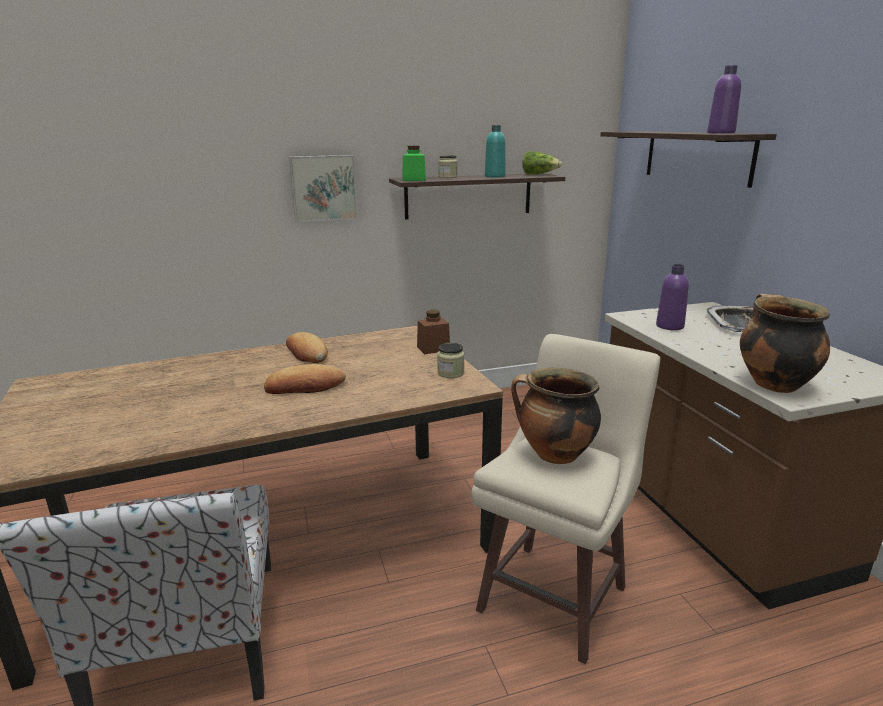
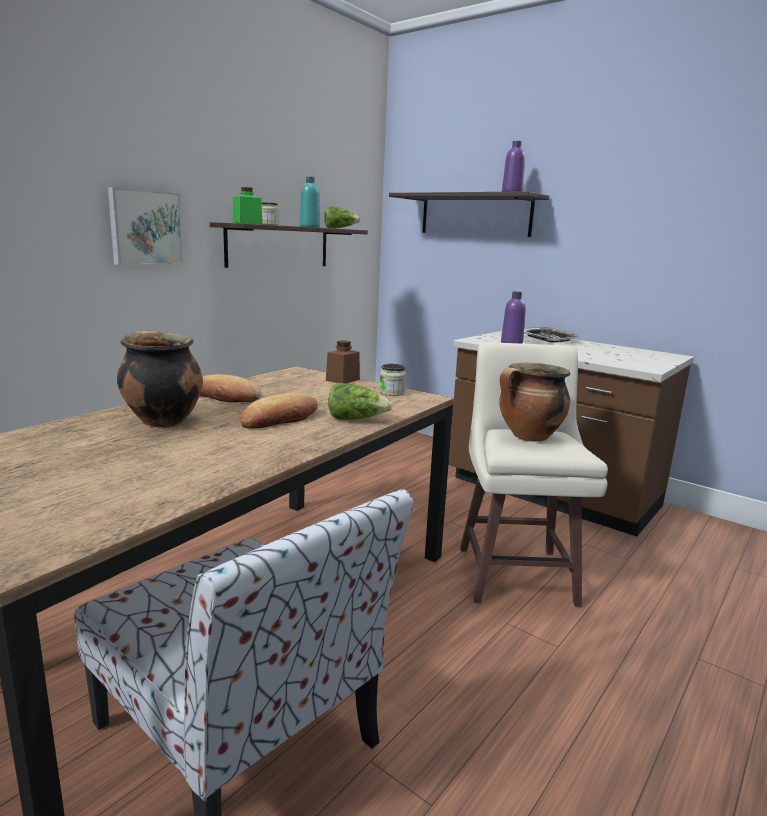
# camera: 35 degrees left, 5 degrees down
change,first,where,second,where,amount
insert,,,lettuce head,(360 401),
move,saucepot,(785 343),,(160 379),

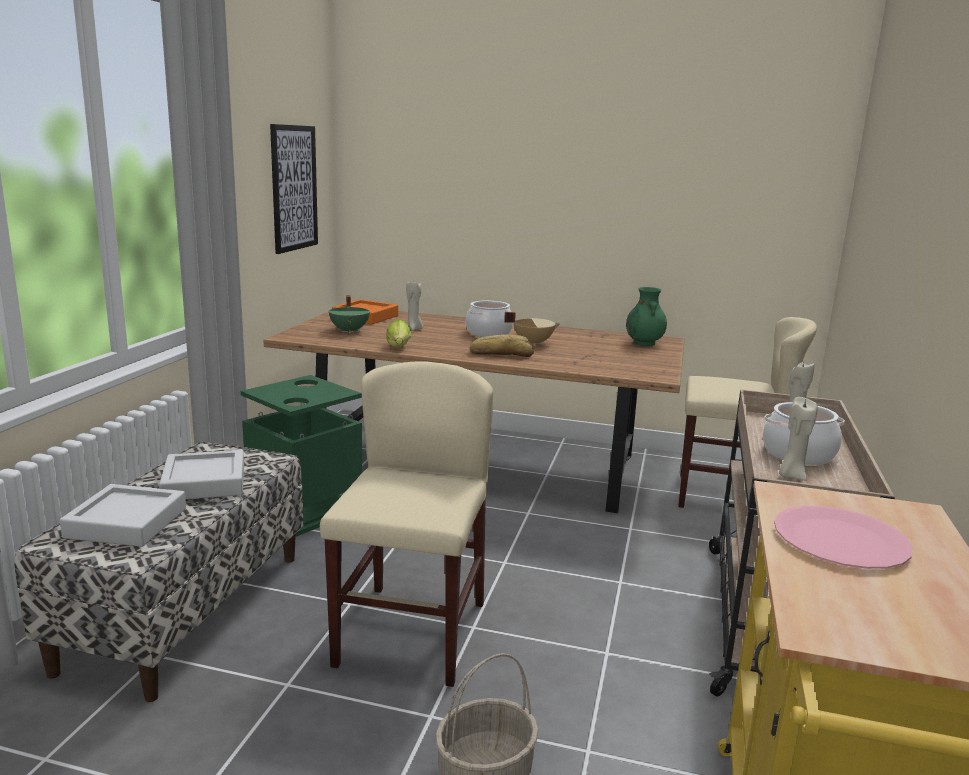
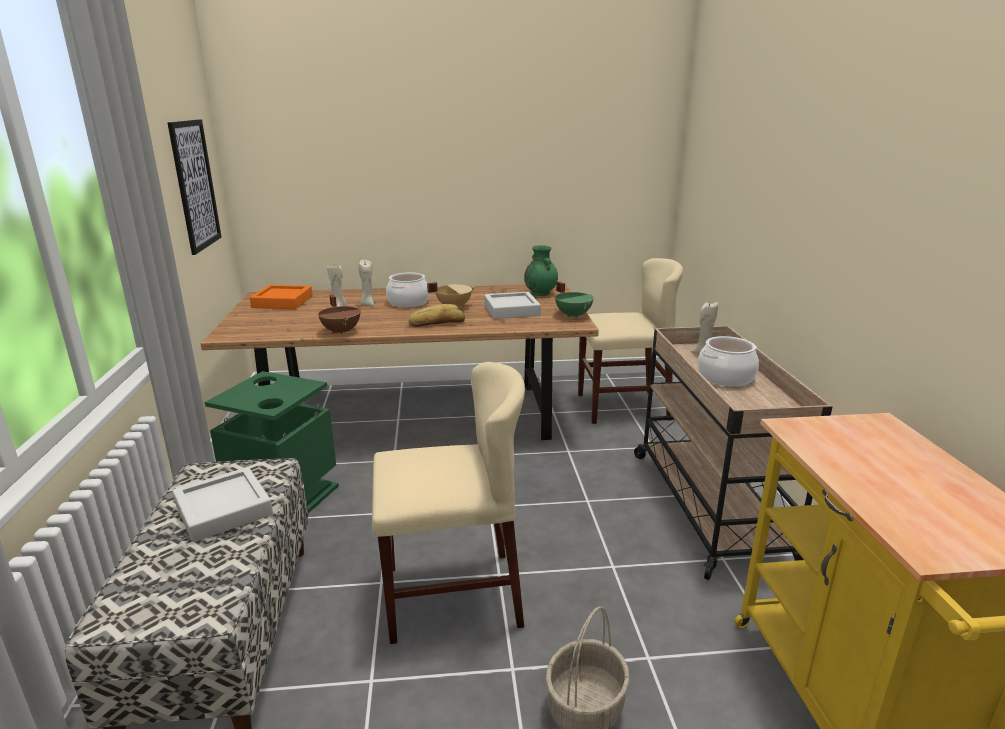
# camera: 20 degrees left, 5 degrees up
change,first,where,second,where,amount
delete,plate (pink),(843 537),,,
move,carrying tray (greyish),(123 515),,(512 305),
move,saucepot (green-coloured),(349 314),,(574 299),
move,wax light (beige-coloured),(798 439),,(367 283),
replace,lettuce head,(399 334),saucepot (brownish),(339 314),
rotate,chair (beige-coloured),(406 524),,(448 503),90 degrees clockwise

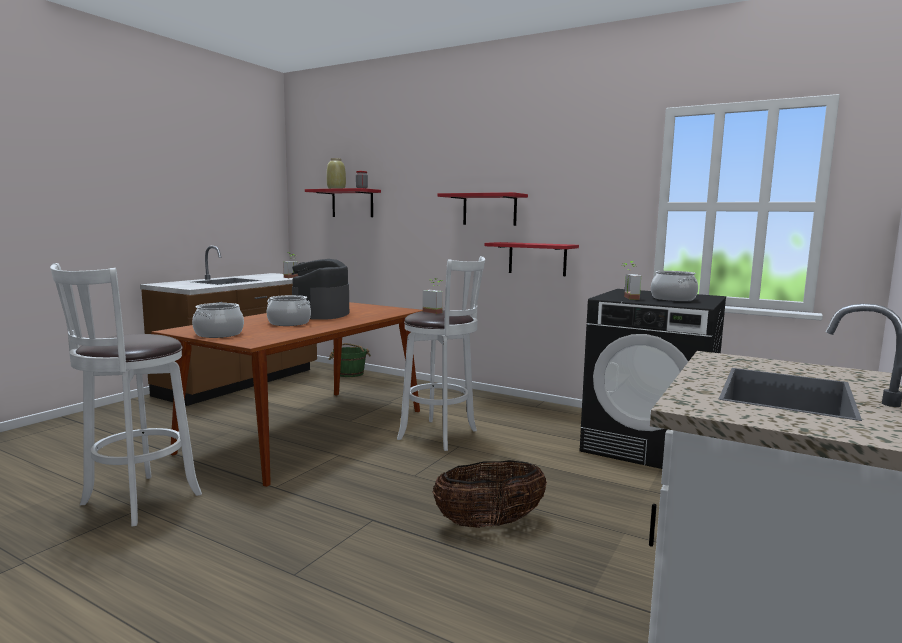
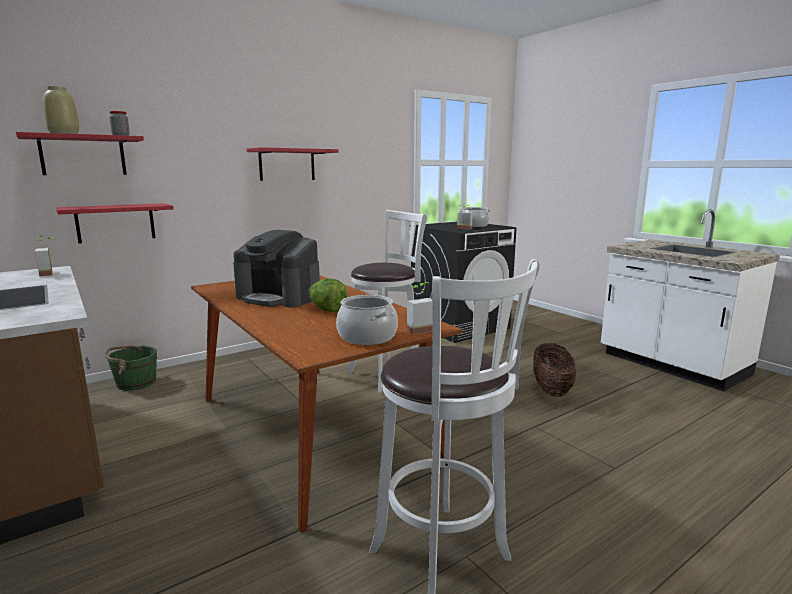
# camera: 65 degrees left, 5 degrees up
change,first,where,second,where,amount
move,plant in a pot,(433 296),,(420 308),
move,bracket shelf (red),(531 259),,(115 223),
replace,saucepot,(289 310),lettuce head,(328 295),

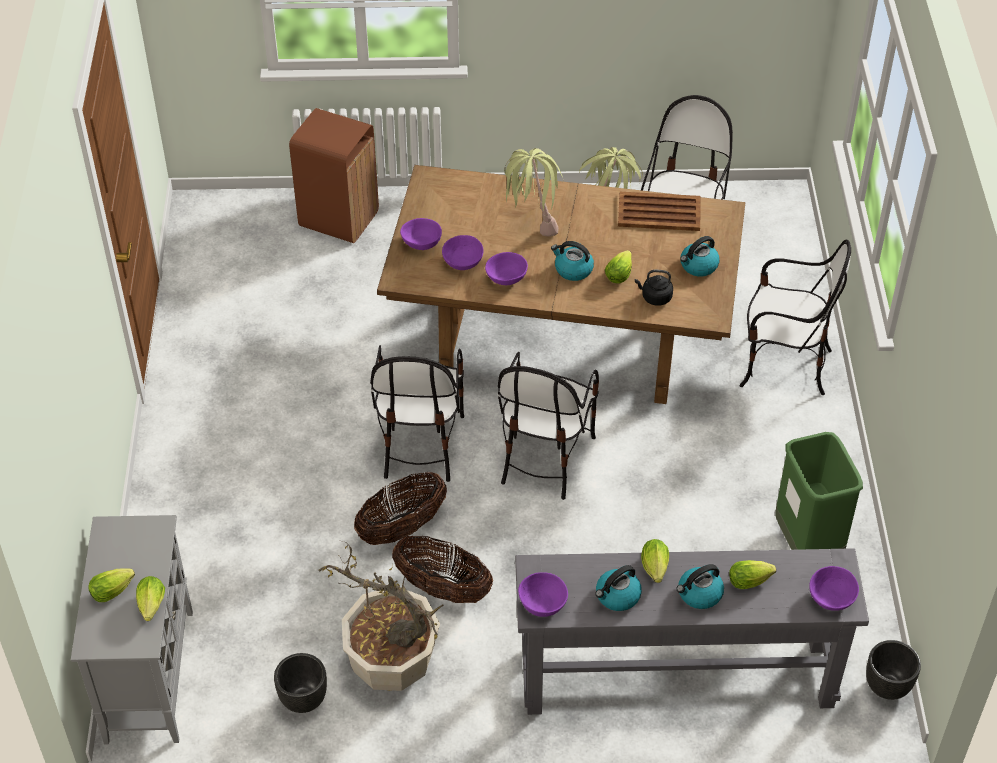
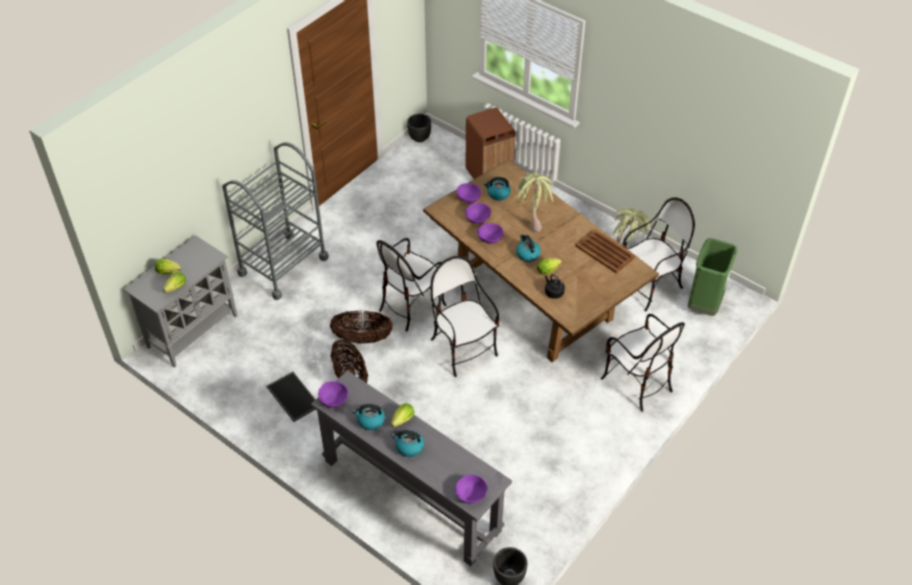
# camera: 40 degrees right, 0 degrees up
change,first,where,second,where,amount
delete,lettuce head,(752 574),,,
insert,,,cart (greyish),(275 221),
move,flower pot (black-coloured),(300 683),,(419 128),
move,kettle,(700 256),,(497 189),
move,trash can (green-coloured),(819 491),,(712 277),
replace,plant in a pot,(381 616),carrying tray,(291 397),
rotate,chair,(548 425),,(465 316),90 degrees clockwise

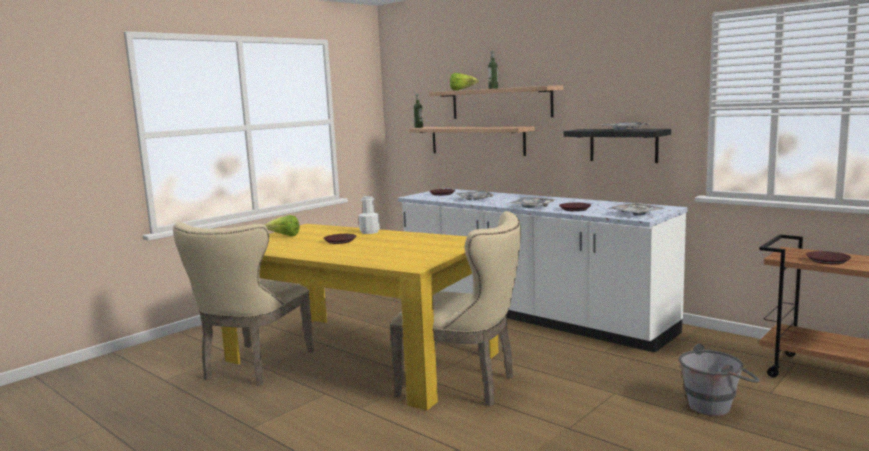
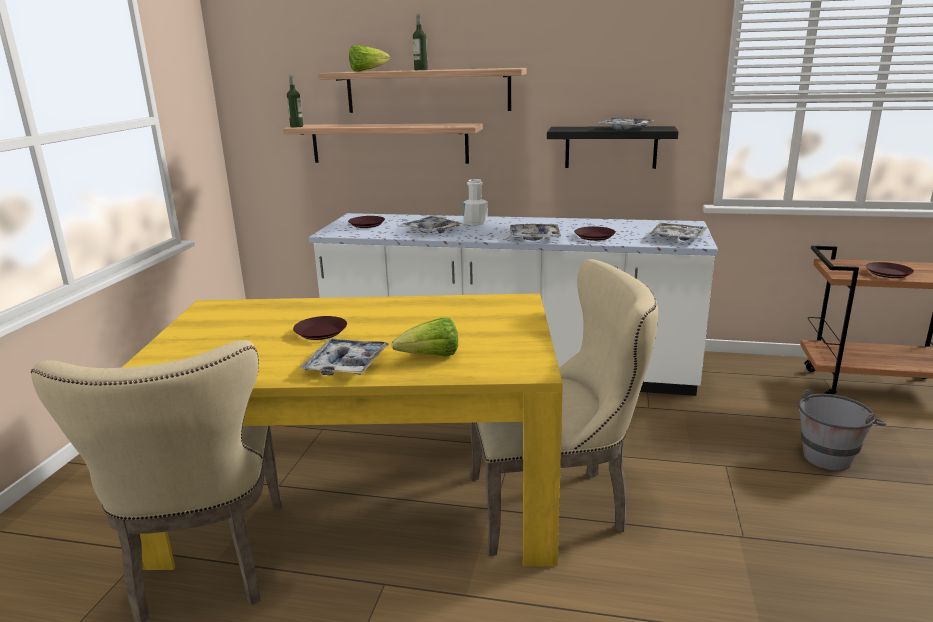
# camera: 30 degrees left, 10 degrees up
change,first,where,second,where,amount
insert,,,carrying tray,(344 356),
move,lettuce head,(282 225),,(425 337),
move,drink bottle (white),(369 215),,(475 202),

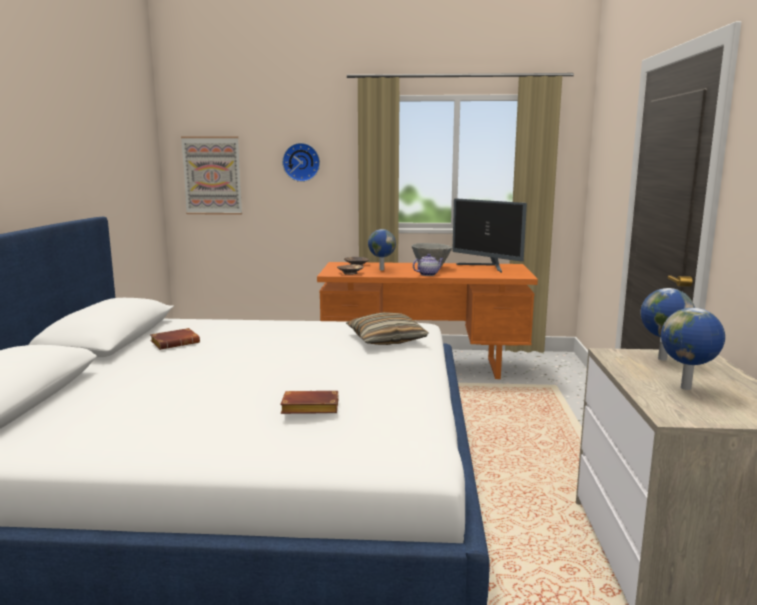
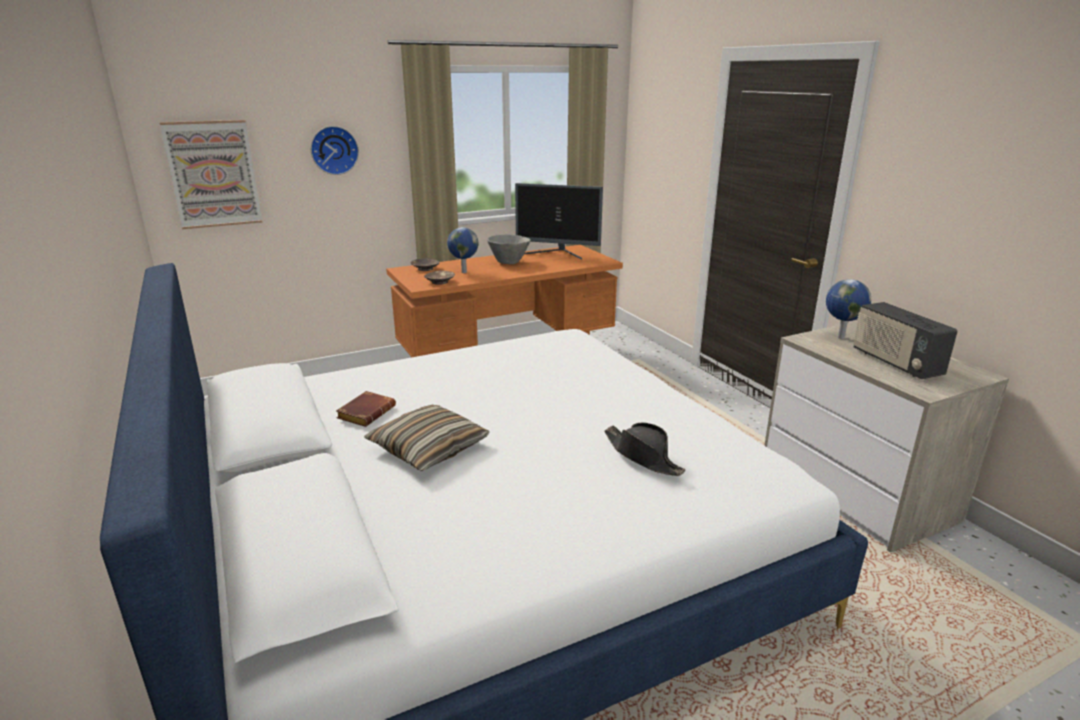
# camera: 30 degrees left, 10 degrees up
change,first,where,second,where,amount
delete,tea pot,(428 265),,,
move,pillow,(387 328),,(427 438),
replace,book (brownish),(309 402),wearable hat (black-coloured),(645 449),
replace,desk globe,(693 349),radio receiver,(905 340),

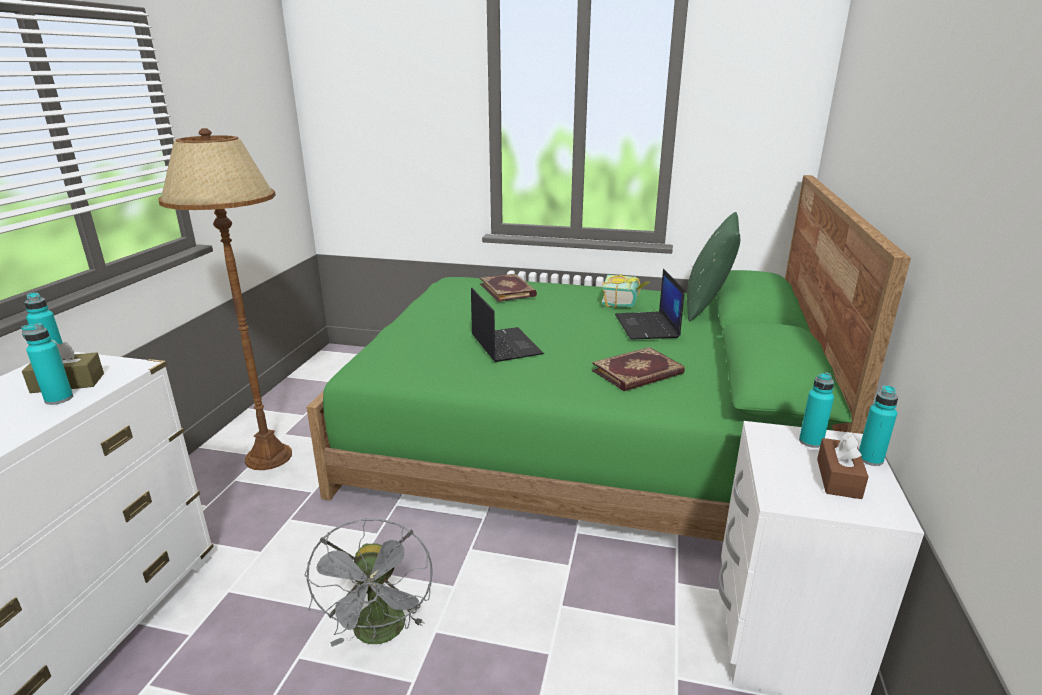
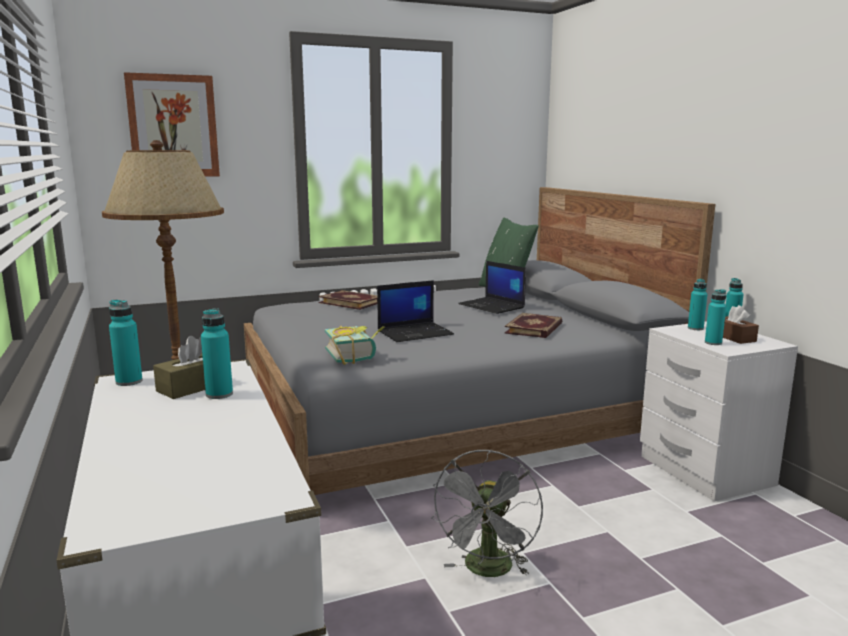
# camera: 35 degrees left, 10 degrees down
change,first,where,second,where,amount
insert,,,wall picture,(172 124),
insert,,,drink bottle (blue-green),(715 317),
move,book,(625 291),,(355 345),
recolor,bedroom bed (green-coloured),(608 358),bedroom bed (greyish),(479 341),
rotate,cooling fan (greyish),(368 582),,(487 513),60 degrees clockwise
rotate,laptop,(507 325),,(415 311),120 degrees clockwise

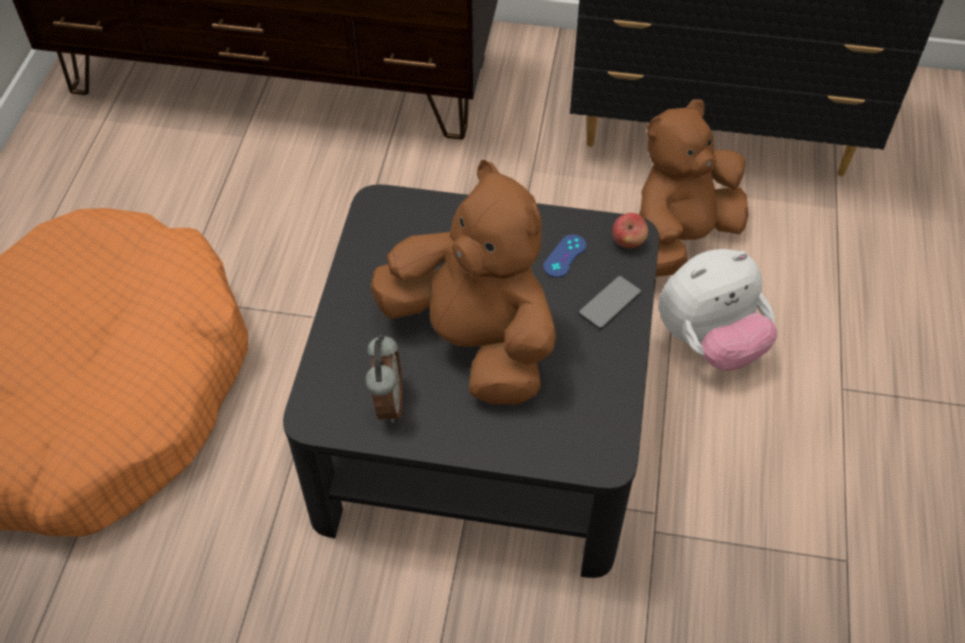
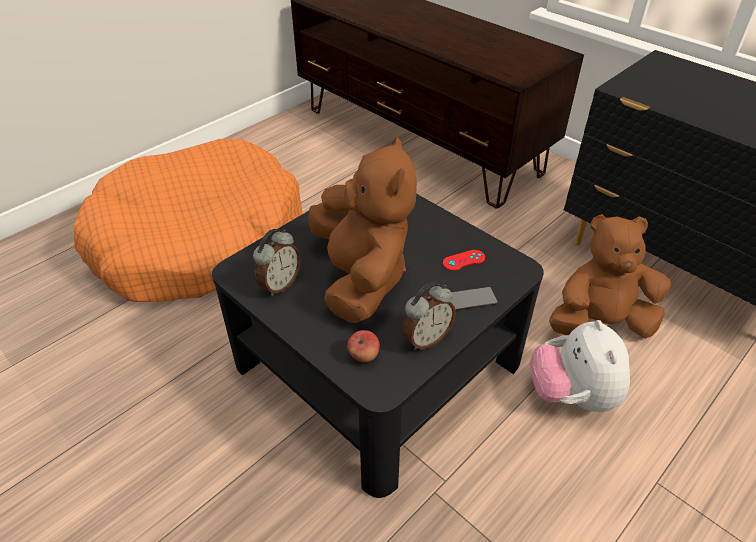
# camera: 35 degrees right, 10 degrees down
change,first,where,second,where,amount
insert,,,bedside clock,(429 316),
move,whole apple,(630 230),,(363 346),
recolor,joypad (blue),(564 256),joypad (red),(464 260),
rotate,plush toy,(718 310),,(580 366),75 degrees clockwise

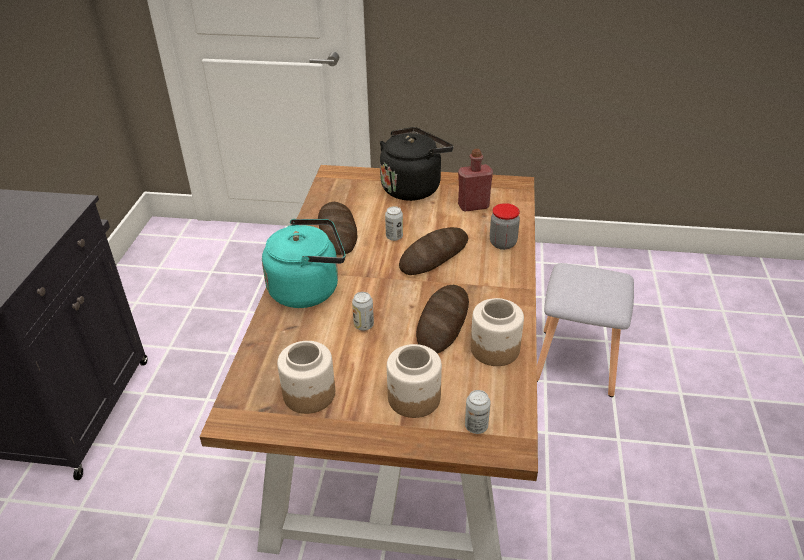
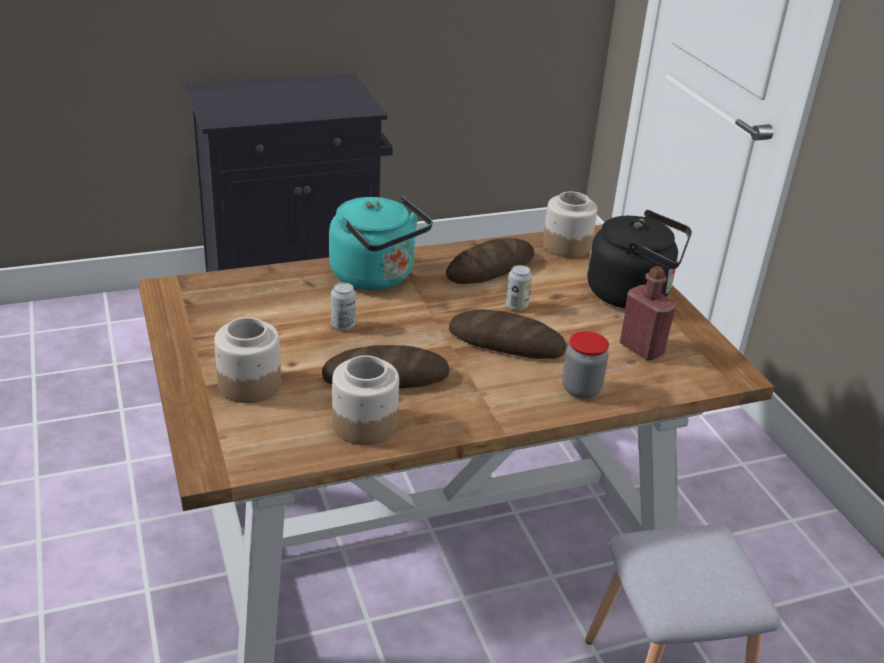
# camera: 60 degrees right, 5 degrees down
change,first,where,second,where,amount
delete,metal can,(477 412),,,
move,preserve jar,(306 377),,(570 225),

